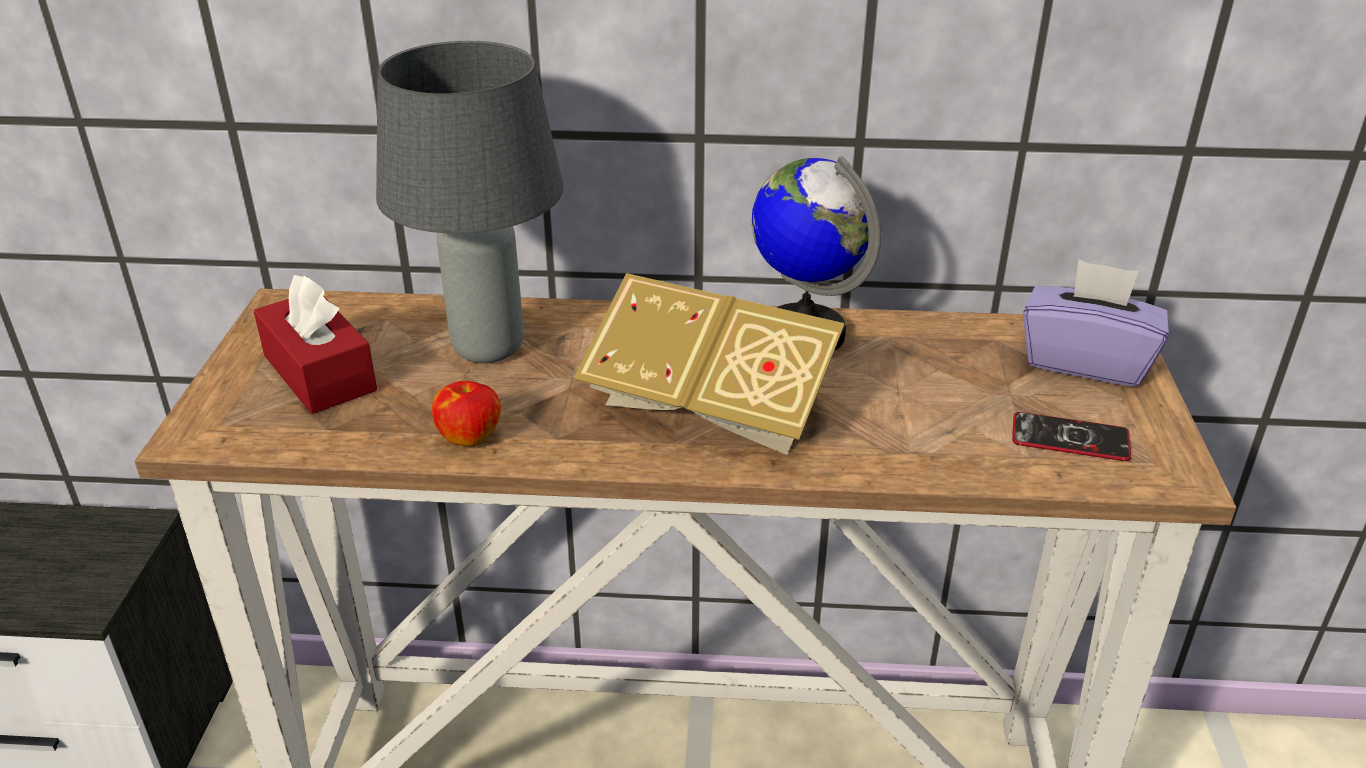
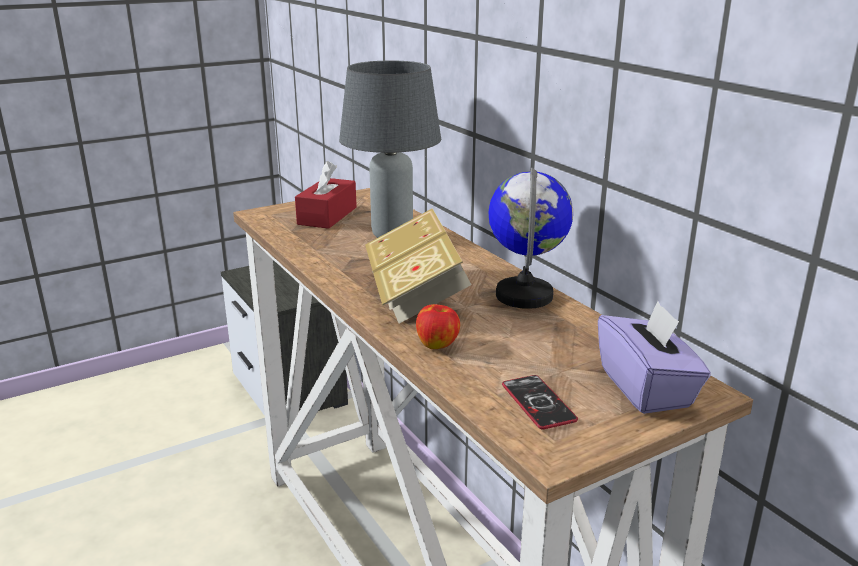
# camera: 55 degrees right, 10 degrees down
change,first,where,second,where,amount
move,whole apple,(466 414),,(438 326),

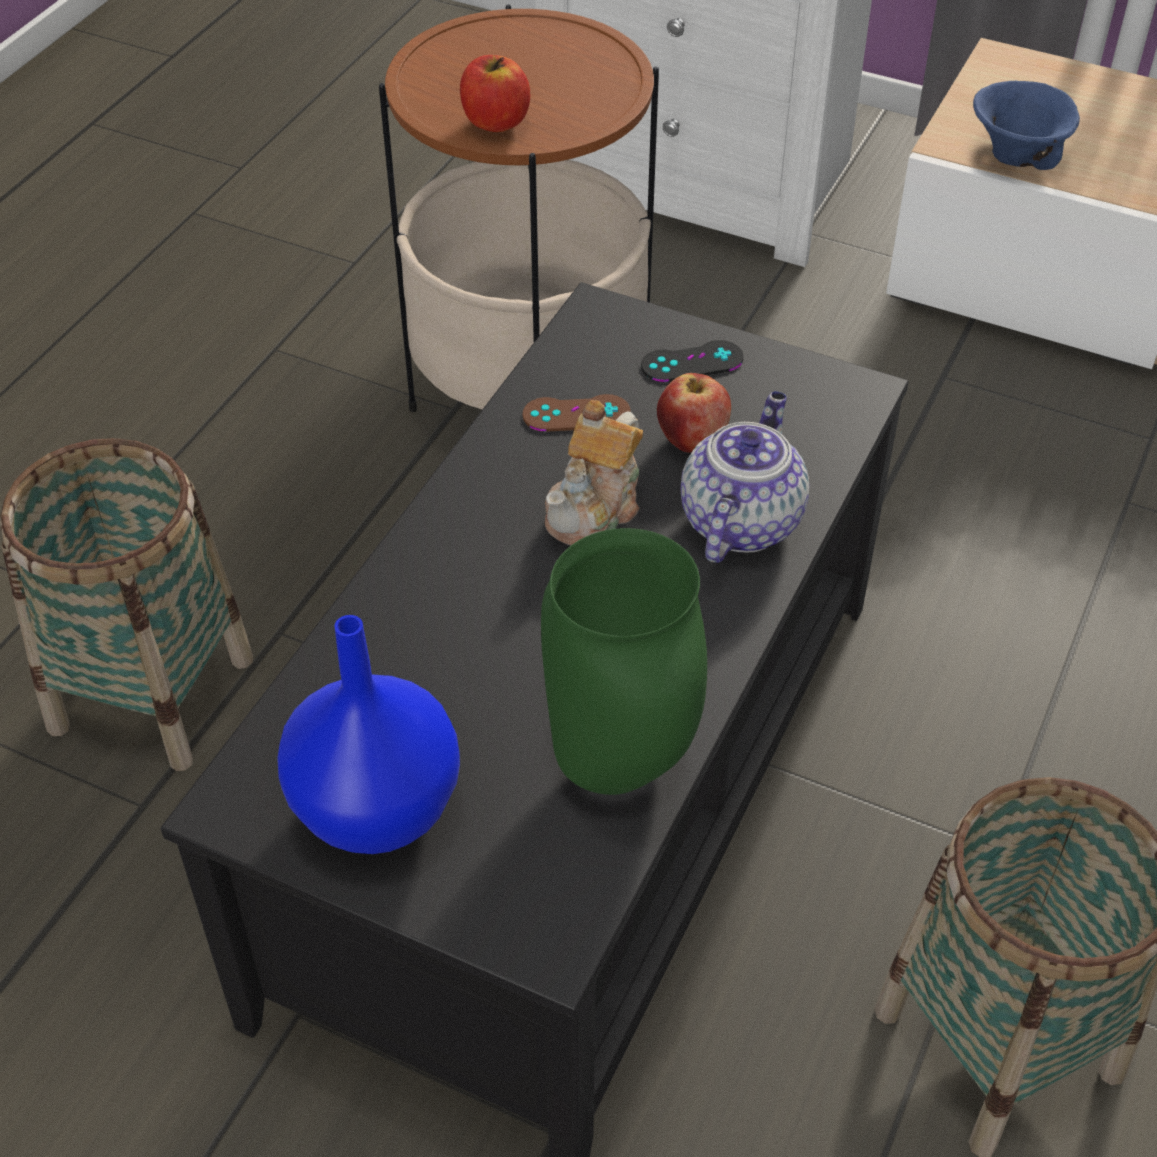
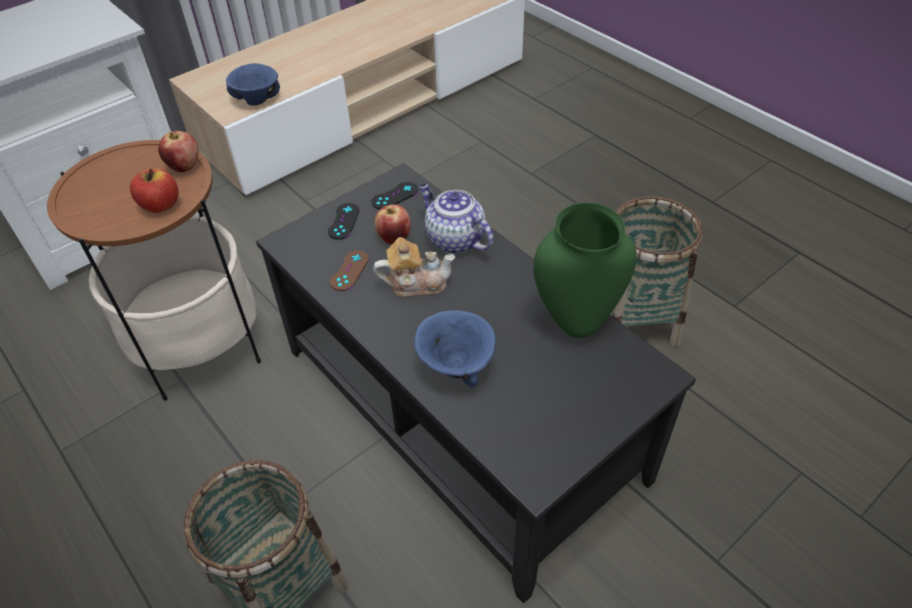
# camera: 65 degrees left, 0 degrees up
change,first,where,second,where,amount
delete,vase (blue),(368 734),,,
insert,,,whole apple,(178 151),
insert,,,joypad (black-coloured),(394 195),
insert,,,bowl (blue),(455 348),
rotate,tea pot,(594 472),,(414 267),60 degrees counterclockwise

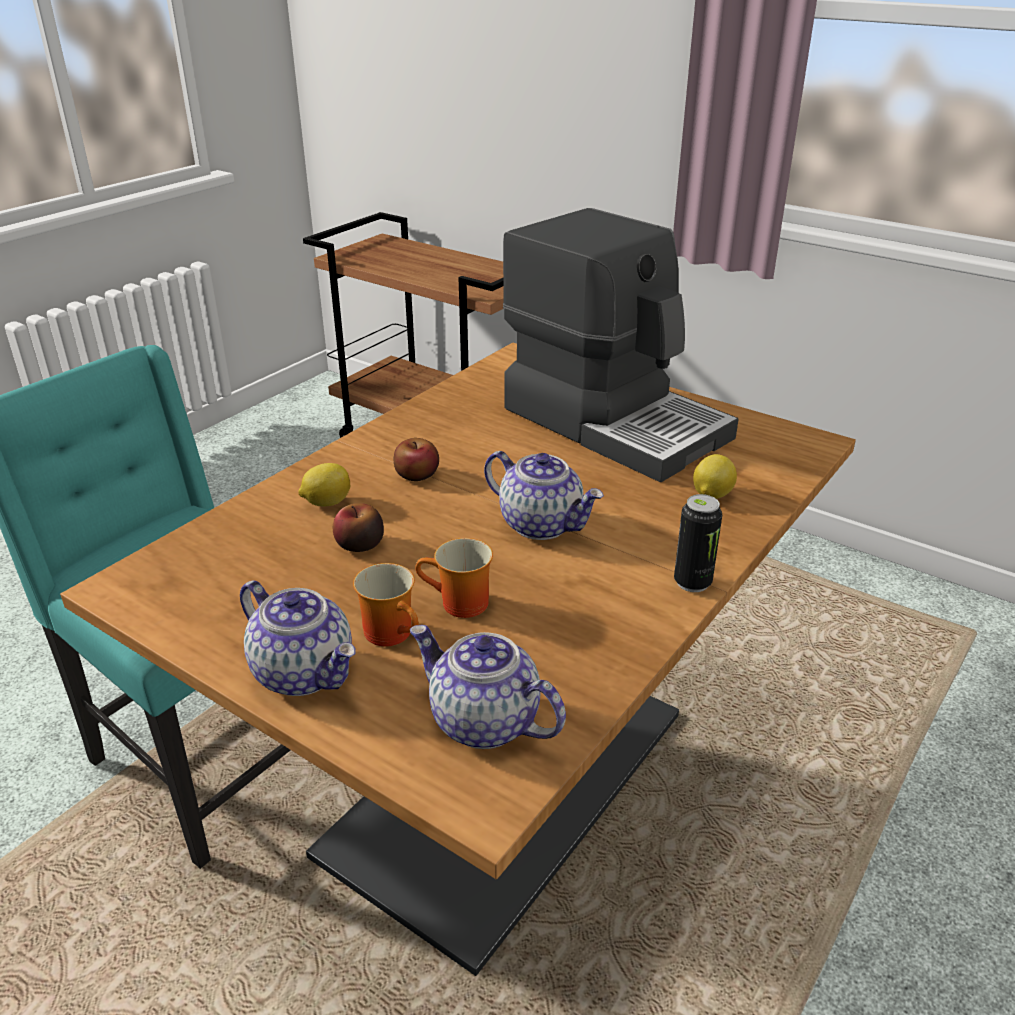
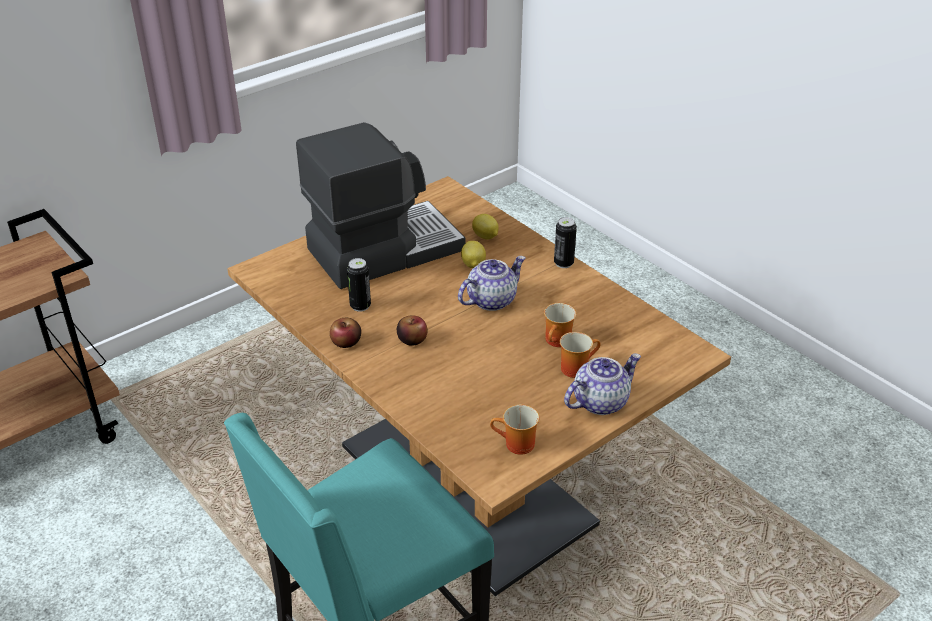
# camera: 75 degrees left, 5 degrees up
change,first,where,second,where,amount
delete,tea pot,(488 687),,,
insert,,,metal can,(359 285),
insert,,,mug,(514 430),
move,lemon,(324 484),,(473 254),
move,whole apple,(358 527),,(345 333),

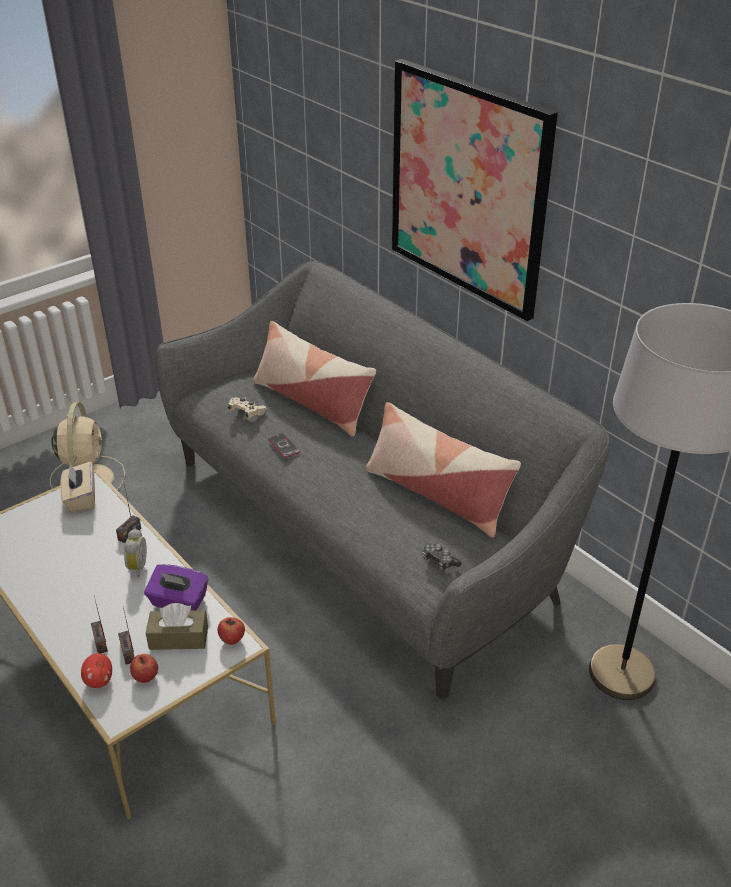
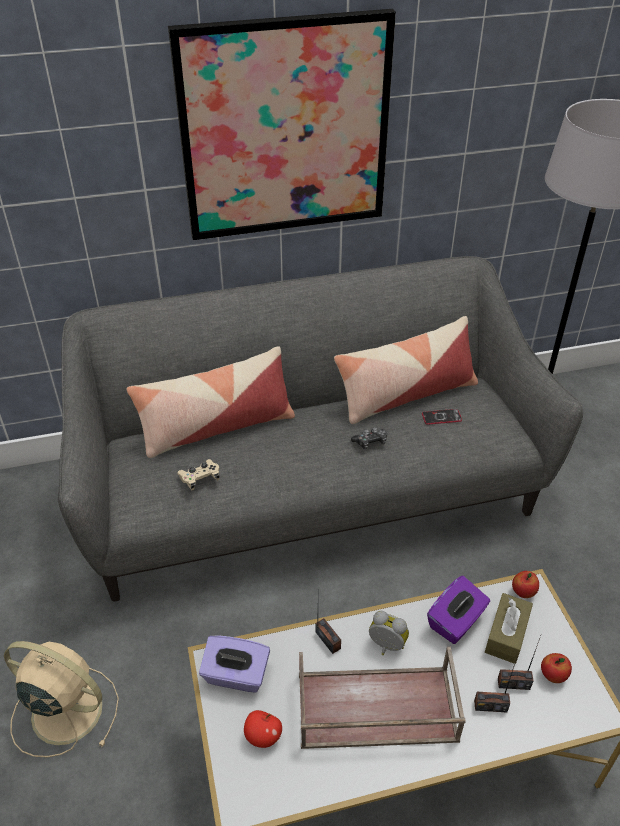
# camera: 65 degrees left, 5 degrees up
change,first,where,second,where,amount
insert,,,carrying tray (brownish),(382 698),
move,whole apple,(96 670),,(263 729),
move,telephone,(284 445),,(442 417),
move,joypad,(442 557),,(369 438),
recolor,tissue box (beige-coloured),(77 487),tissue box (purple),(234 664),

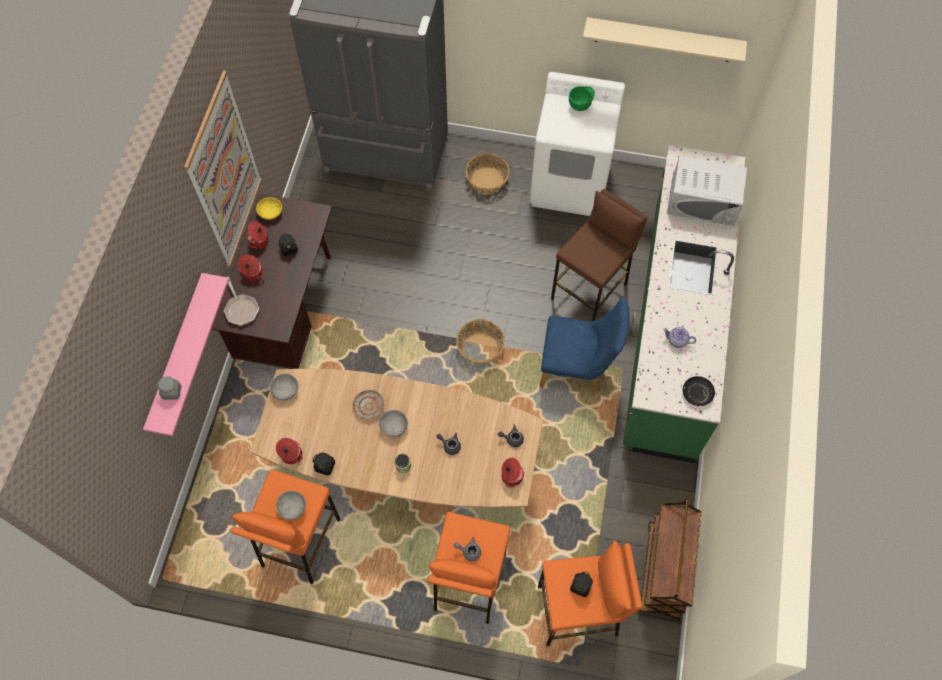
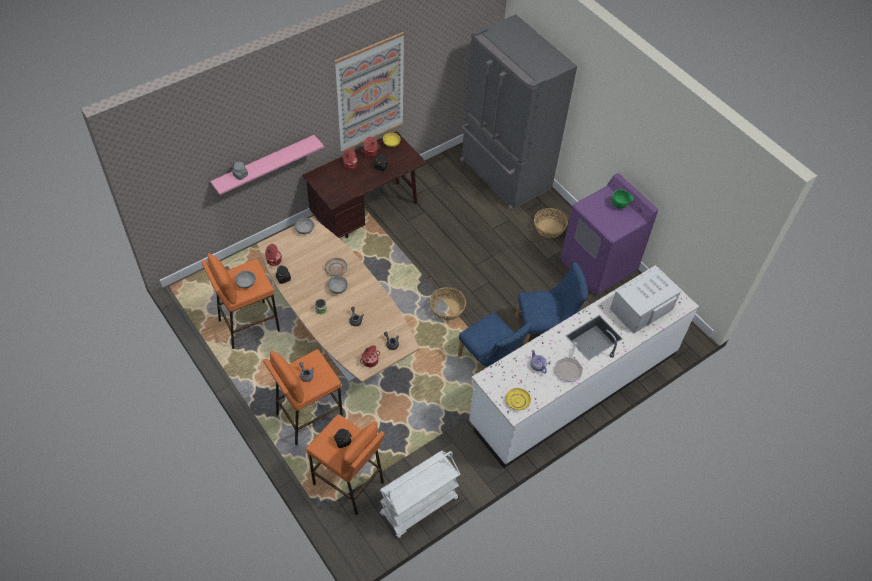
# camera: 40 degrees right, 10 degrees down
change,first,where,second,where,amount
delete,bracket shelf (beige-coloured),(665 40),,,
move,pan,(241 301),,(569 362),
replace,sitting stool (brownish),(599 255),chair (blue),(551 303),
recolor,washing machine (white),(577 144),washing machine (purple),(609 234),
recolor,kitchen base unit (green-coloured),(684 304),kitchen base unit (white),(584 366),
recolor,cart (brownish),(670 560),cart (white),(420 494),
recolor,plate (black-coloured),(699 391),plate (yellowish),(518 399),
rotate,microwave (white),(707 191),,(645 301),90 degrees clockwise

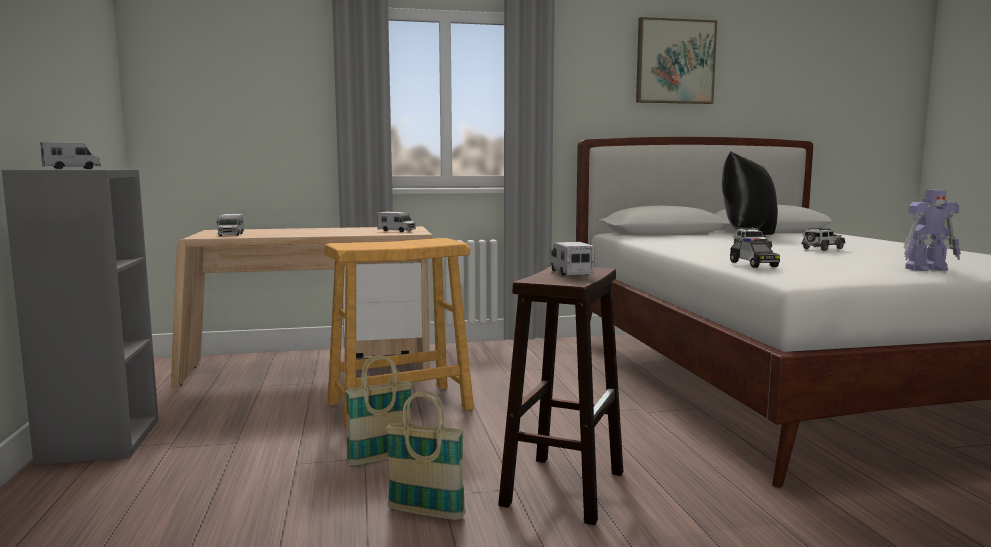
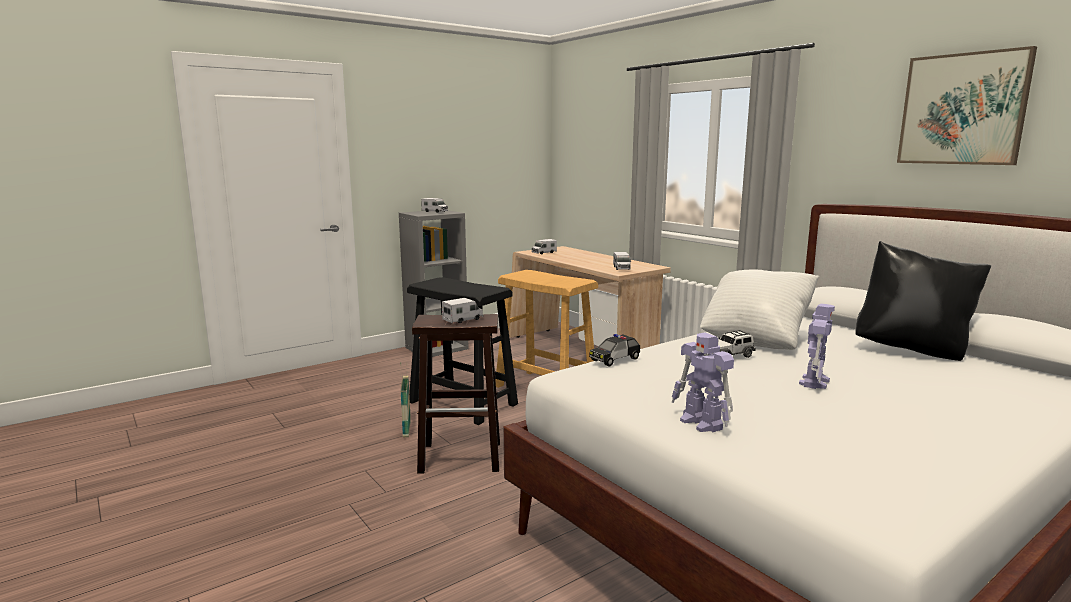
# camera: 65 degrees right, 5 degrees up
change,first,where,second,where,amount
insert,,,pillow (white),(759 309),
replace,household basket,(378 410),sitting stool (black-coloured),(462 351),
replace,toy car,(823 239),robot figure,(817 346),

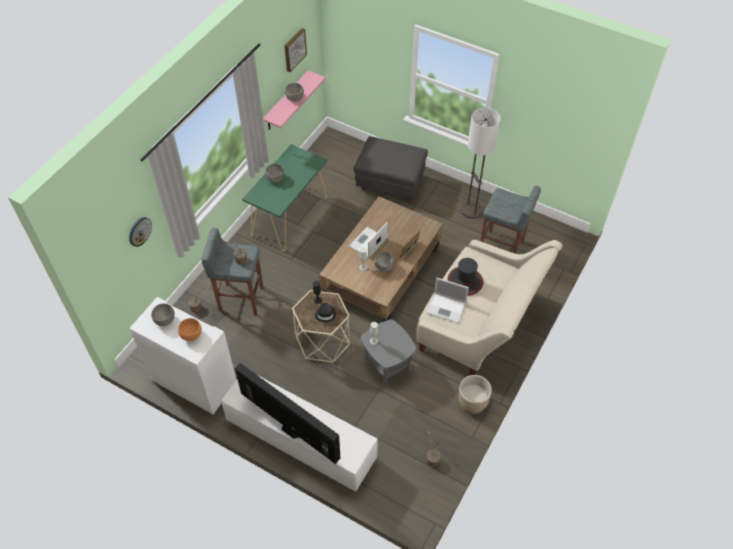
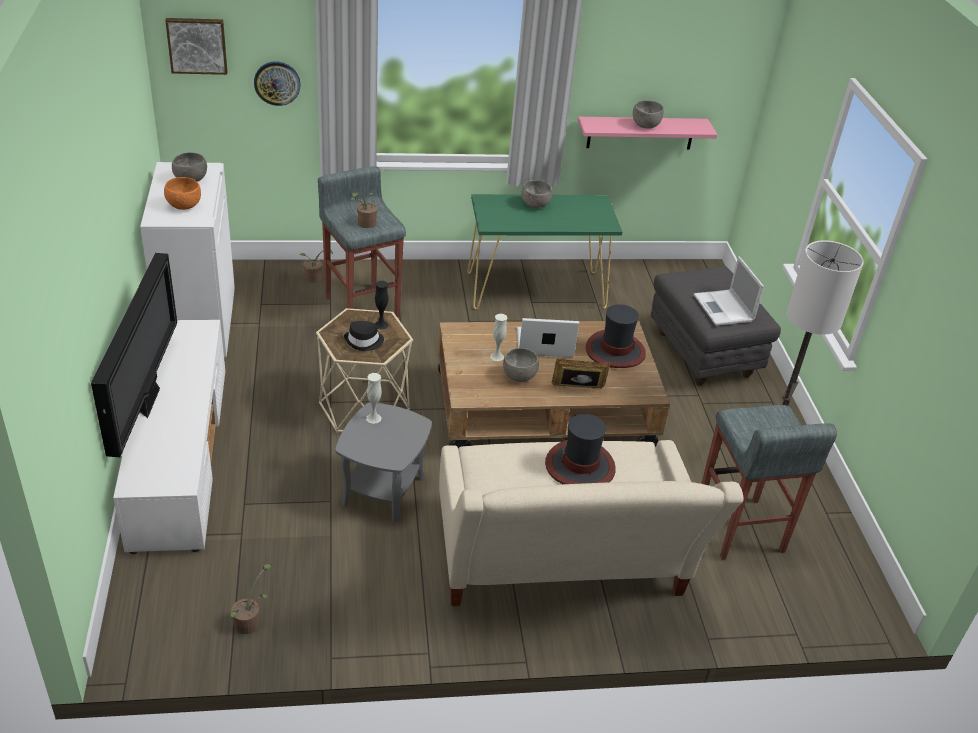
# camera: 50 degrees right, 15 degrees down
change,first,where,second,where,amount
delete,flower pot (beige-coloured),(475 394),,,
insert,,,wearable hat,(616 336),
move,wall picture,(296 50),,(196 46),
move,laptop,(447 300),,(728 291),

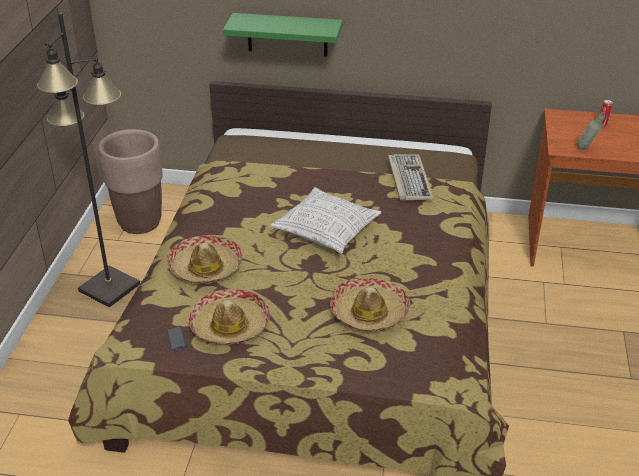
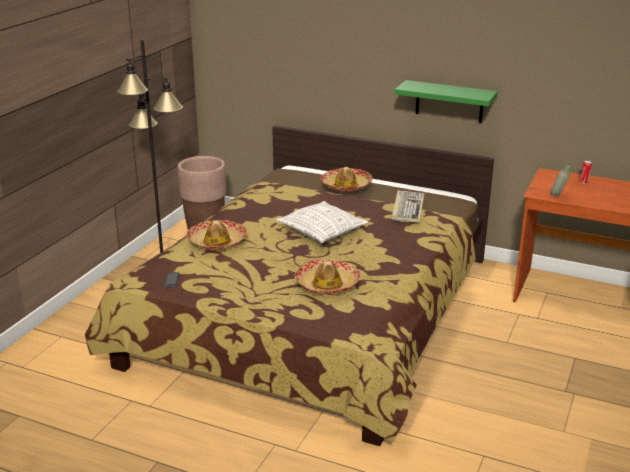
# camera: 15 degrees right, 10 degrees down
change,first,where,second,where,amount
move,wearable hat,(229 317),,(346 179),
move,bracket shelf (green-coloured),(283 35),,(446 101),

